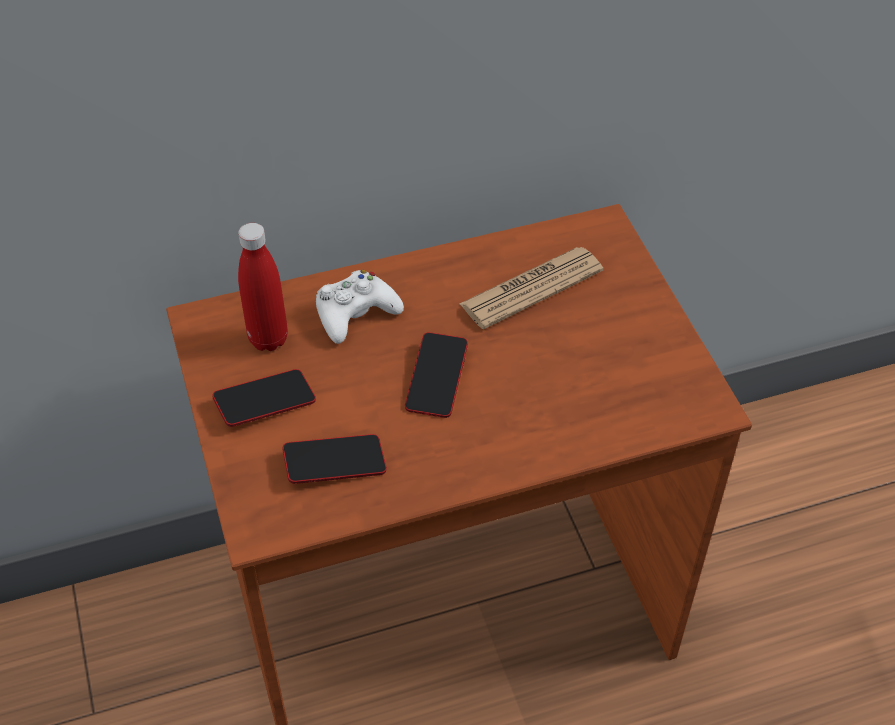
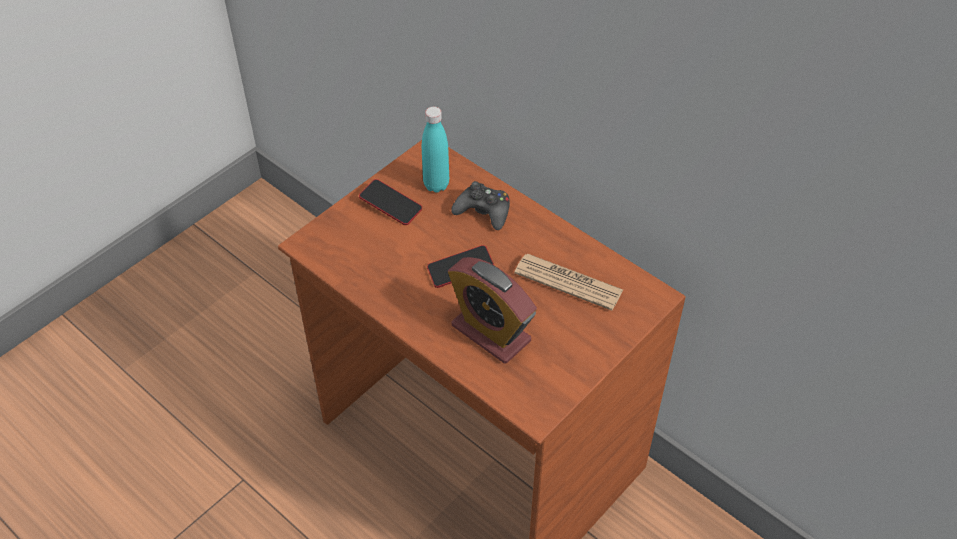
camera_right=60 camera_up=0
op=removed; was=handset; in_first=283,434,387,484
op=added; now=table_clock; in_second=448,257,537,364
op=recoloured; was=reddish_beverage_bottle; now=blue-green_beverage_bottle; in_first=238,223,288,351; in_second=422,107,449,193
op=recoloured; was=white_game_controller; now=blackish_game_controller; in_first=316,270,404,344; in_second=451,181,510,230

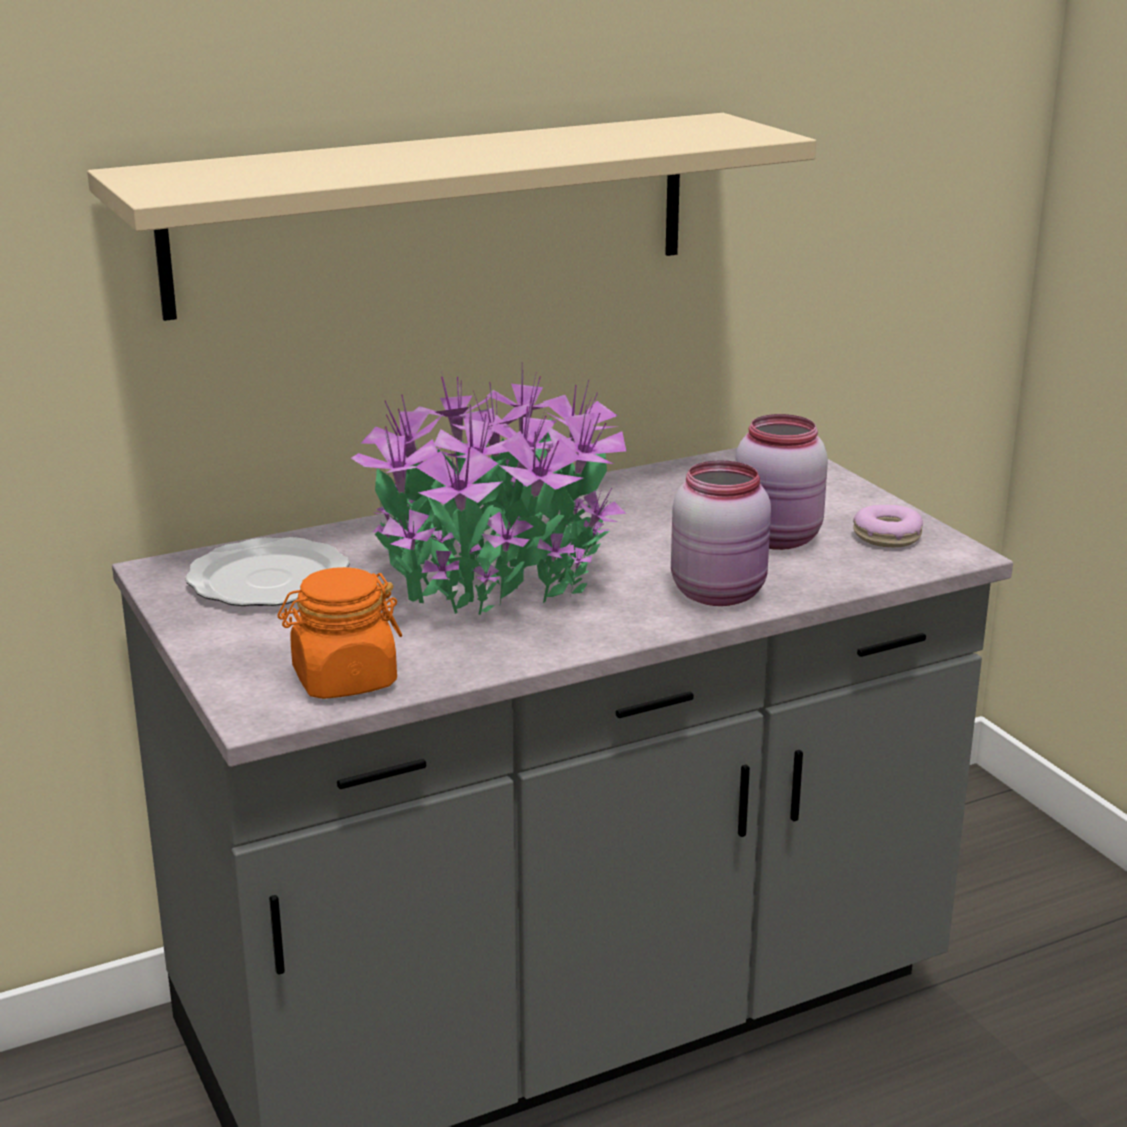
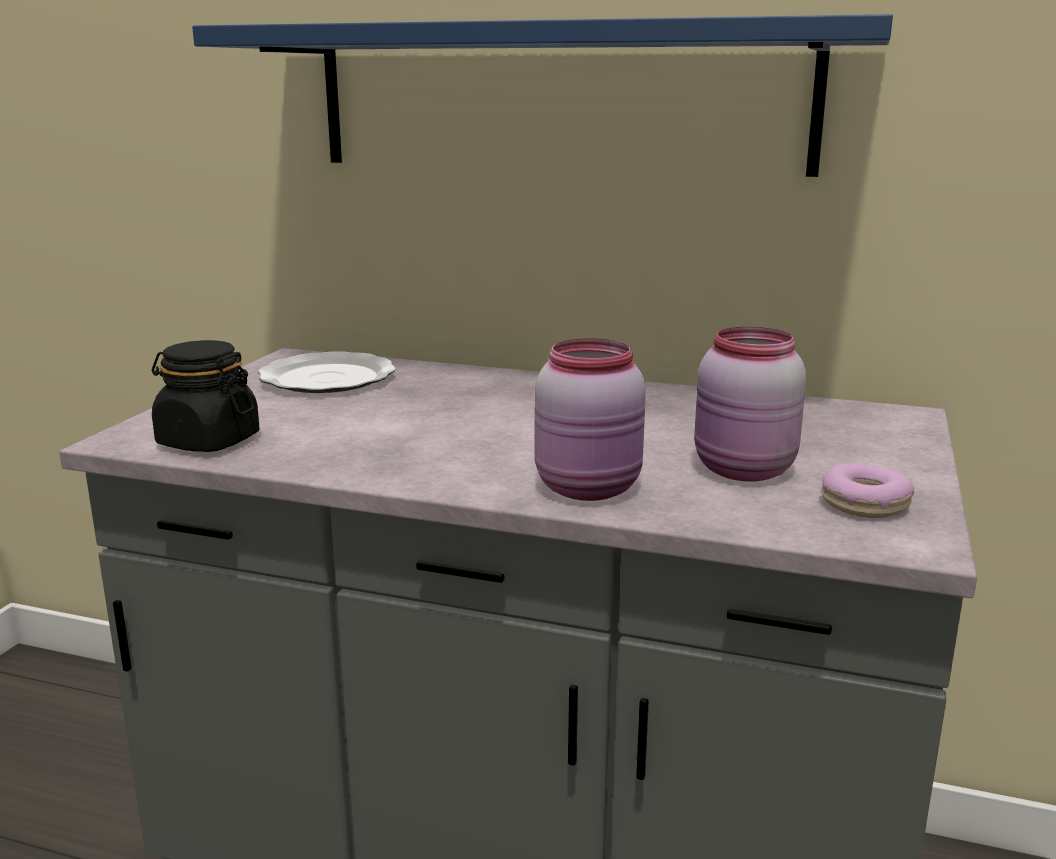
camera_right=45 camera_up=-5
op=removed; was=plant_in_a_pot; in_first=351,366,626,615
op=recoloured; was=sand-coloured_wall_shelf; now=bluish_wall_shelf; in_first=87,113,816,321; in_second=192,14,893,177
op=recoloured; was=orange-coloured_storage_jar; now=blackish_storage_jar; in_first=277,567,402,699; in_second=152,340,260,452

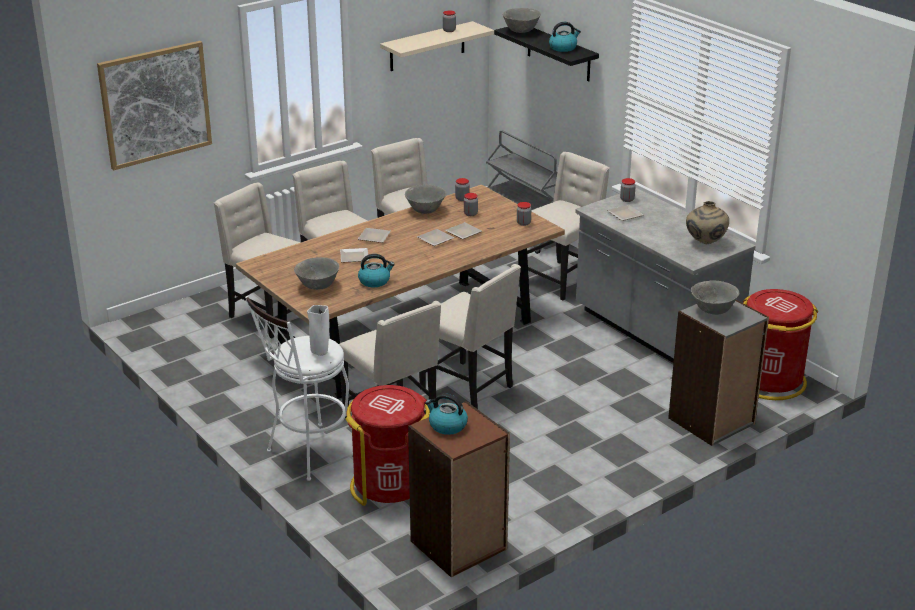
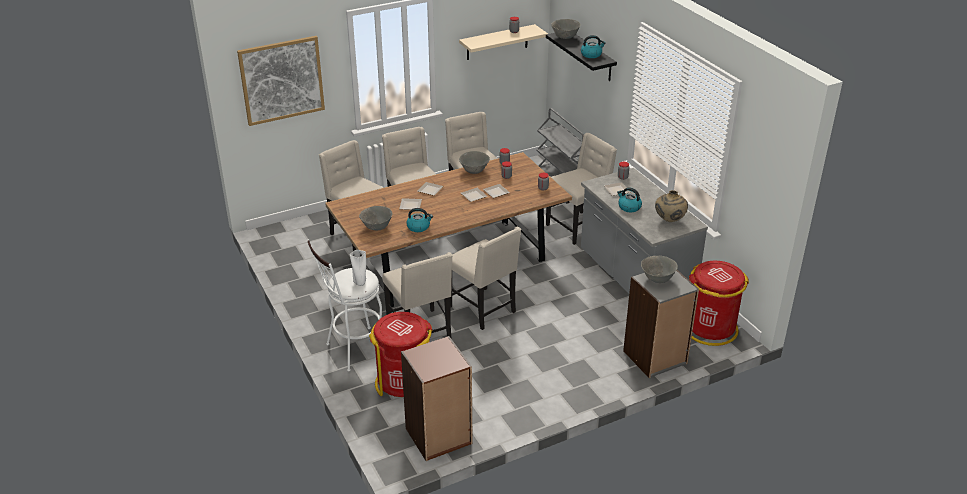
camera_right=10 camera_up=5
op=moved; was=tea_kettle; in_first=425,394,468,435; in_second=617,187,642,212

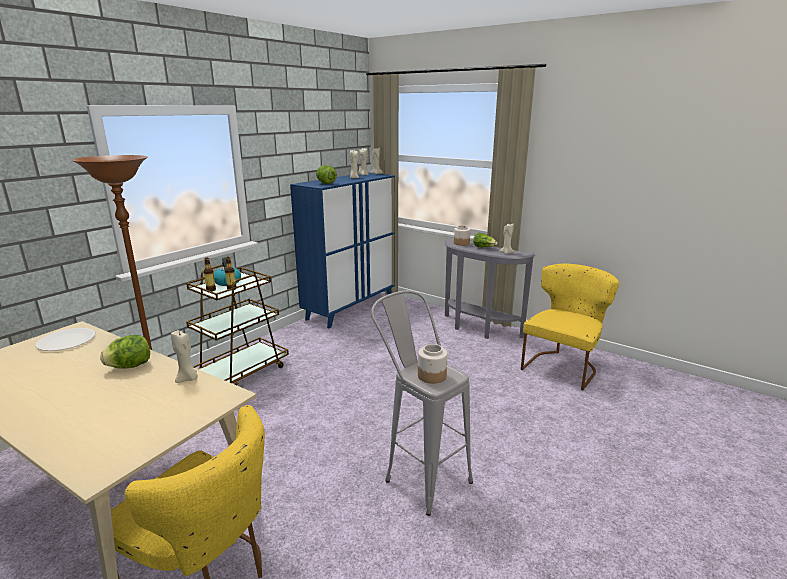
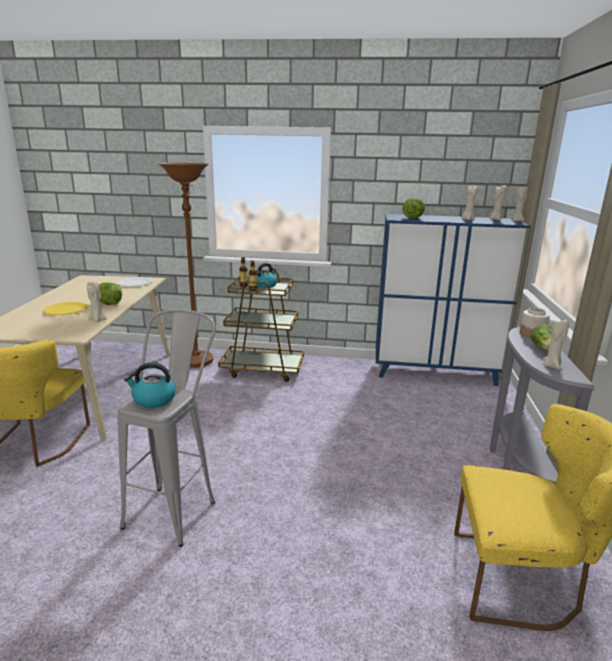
camera_right=60 camera_up=0
op=added; now=yellow_dinner_plate; in_second=43,302,88,315
op=replaced; was=storage_jar; now=tea_kettle; in_first=418,344,448,384; in_second=124,362,176,408

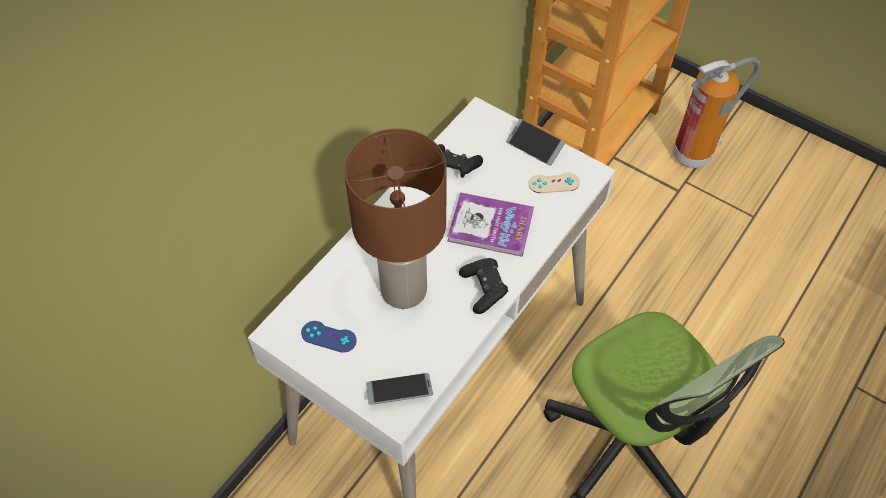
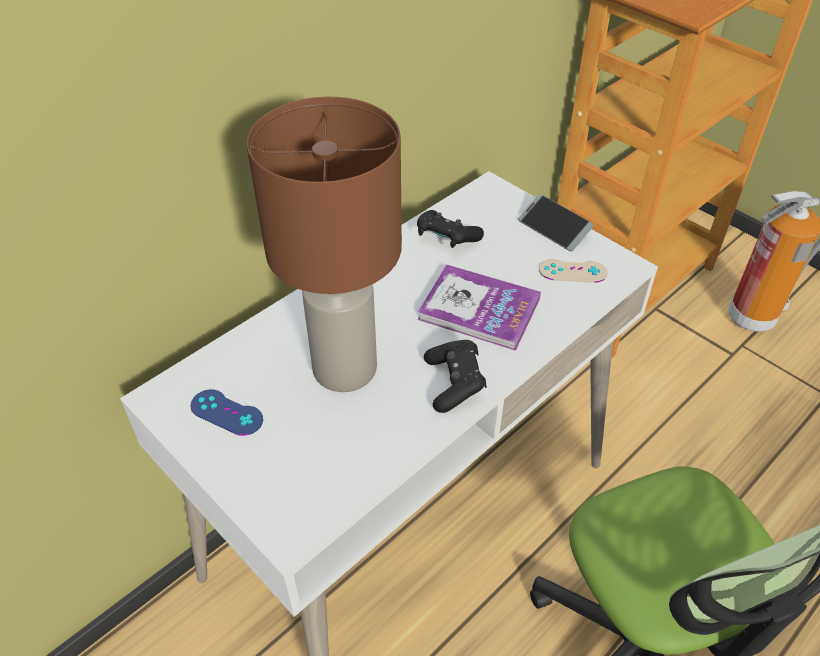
camera_right=10 camera_up=-10
op=removed; was=handset; in_first=366,373,433,405

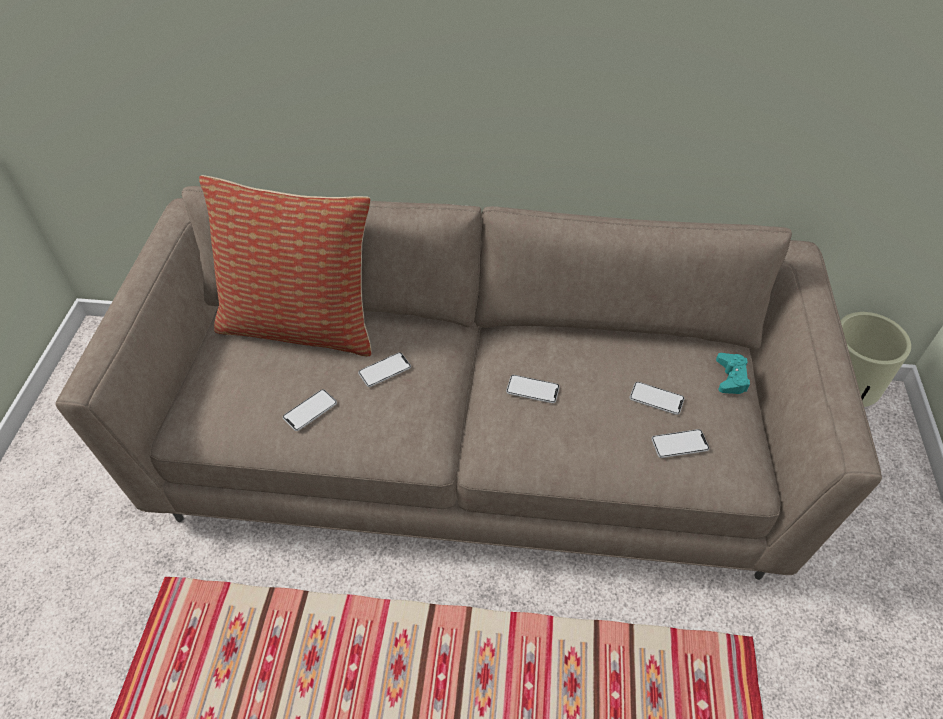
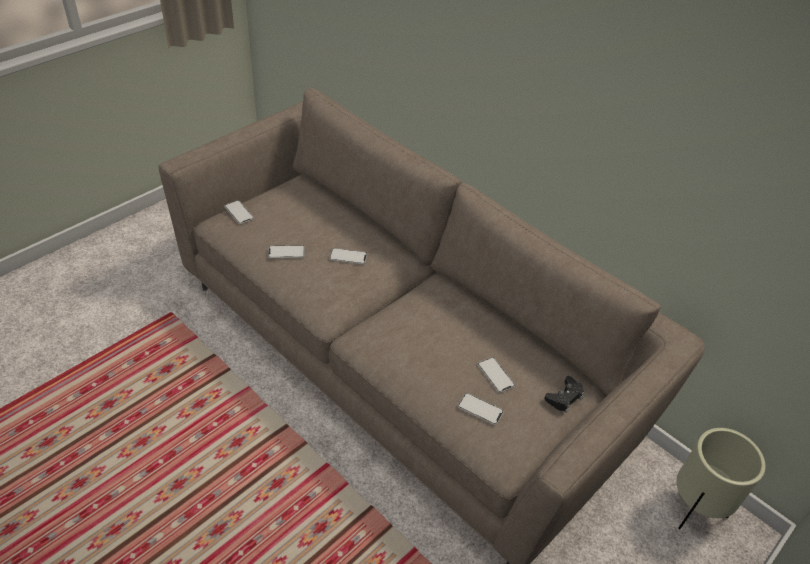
camera_right=35 camera_up=-5
op=removed; was=throw_pillow; in_first=199,175,372,356
op=moved; was=handset; in_first=506,375,560,403; in_second=224,200,254,224
op=recoloured; was=blue-green_game_controller; now=blackish_game_controller; in_first=716,353,750,394; in_second=544,376,585,413

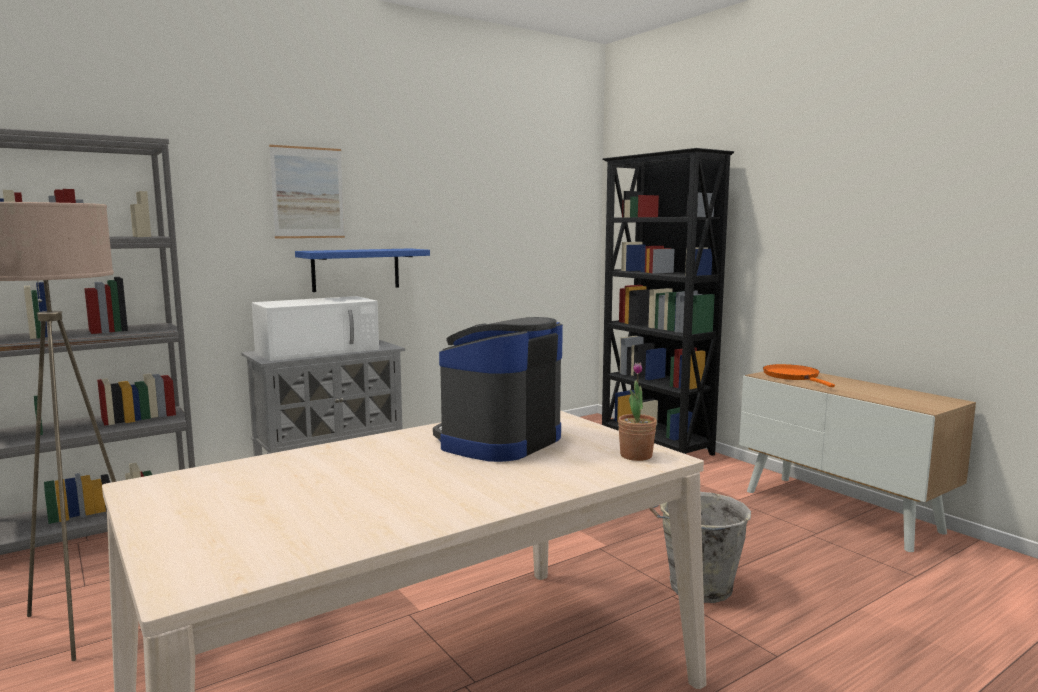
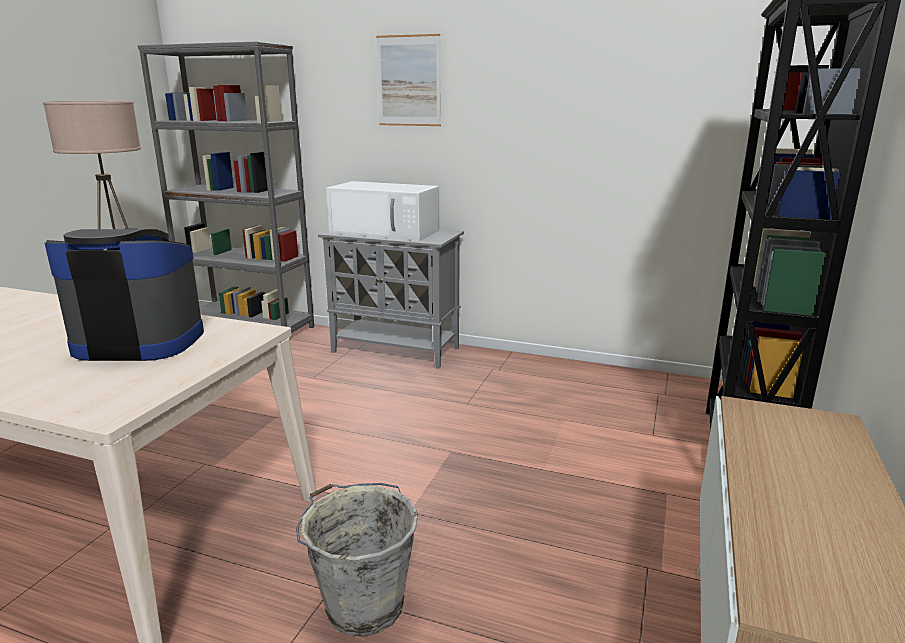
camera_right=55 camera_up=10
op=removed; was=bluish_wall_shelf; in_first=295,248,430,292
op=removed; was=plant_in_a_pot; in_first=618,362,657,461
op=removed; was=orange-coloured_pan; in_first=763,364,835,387

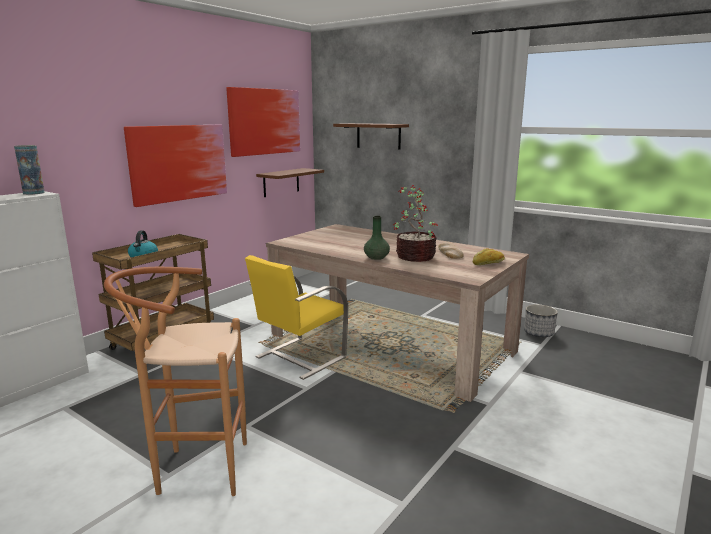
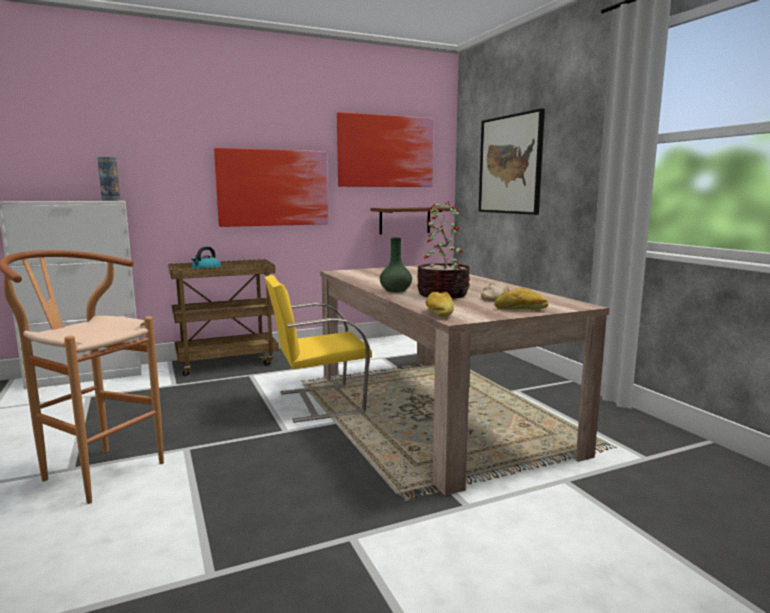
camera_right=30 camera_up=-5
op=removed; was=plant_pot; in_first=524,304,558,337
op=added; now=bread; in_second=426,292,454,318
op=replaced; was=brownish_wall_shelf; now=picture; in_first=333,123,409,150; in_second=479,109,545,215

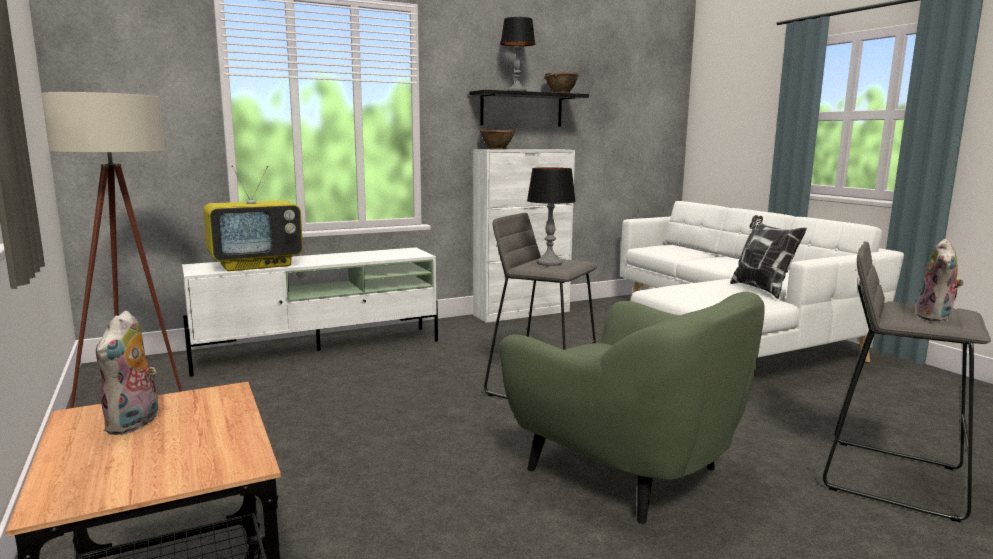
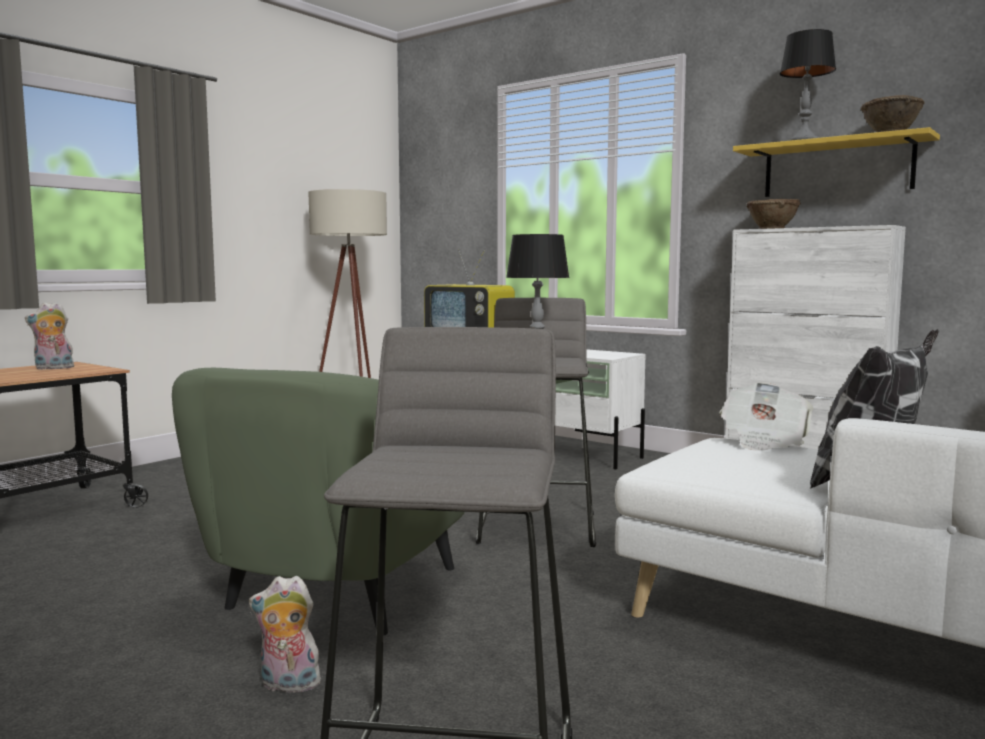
camera_right=65 camera_up=-5
op=added; now=printed_paper; in_second=720,382,813,451
op=moved; was=plush_toy; in_first=915,239,964,322; in_second=249,576,321,696
op=recoloured; was=blackish_wall_shelf; now=yellow_wall_shelf; in_first=470,90,589,127; in_second=733,127,940,197

